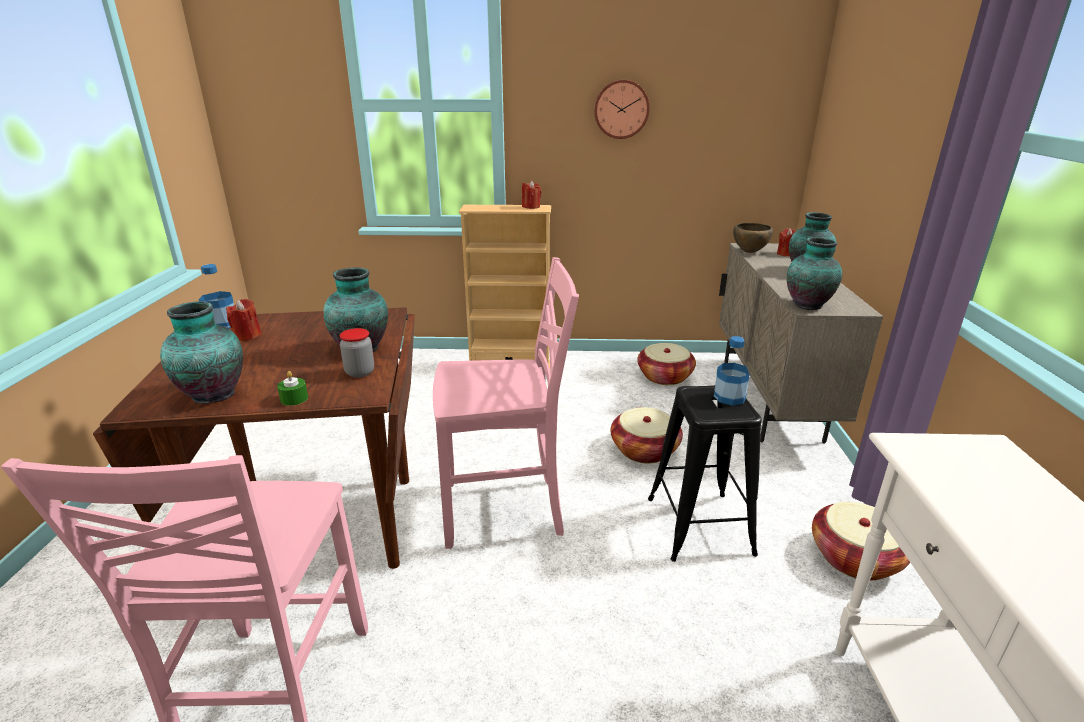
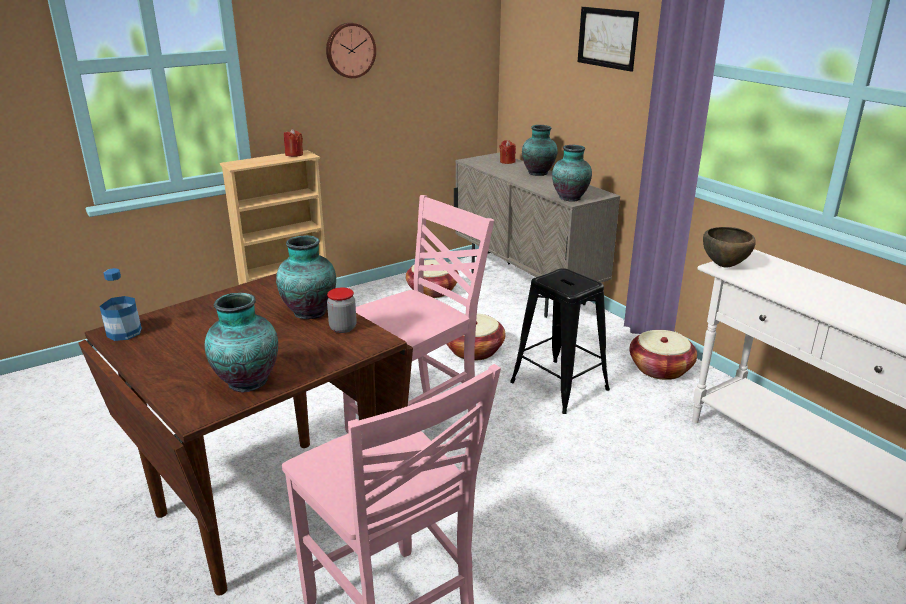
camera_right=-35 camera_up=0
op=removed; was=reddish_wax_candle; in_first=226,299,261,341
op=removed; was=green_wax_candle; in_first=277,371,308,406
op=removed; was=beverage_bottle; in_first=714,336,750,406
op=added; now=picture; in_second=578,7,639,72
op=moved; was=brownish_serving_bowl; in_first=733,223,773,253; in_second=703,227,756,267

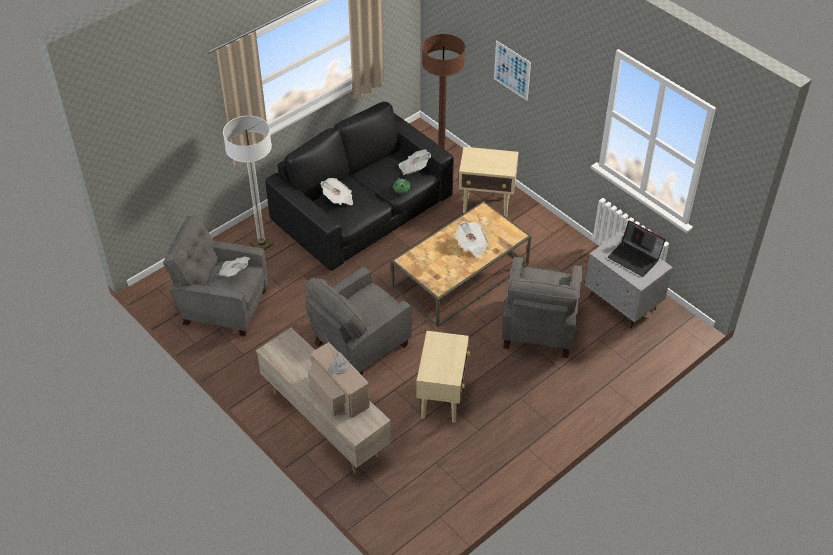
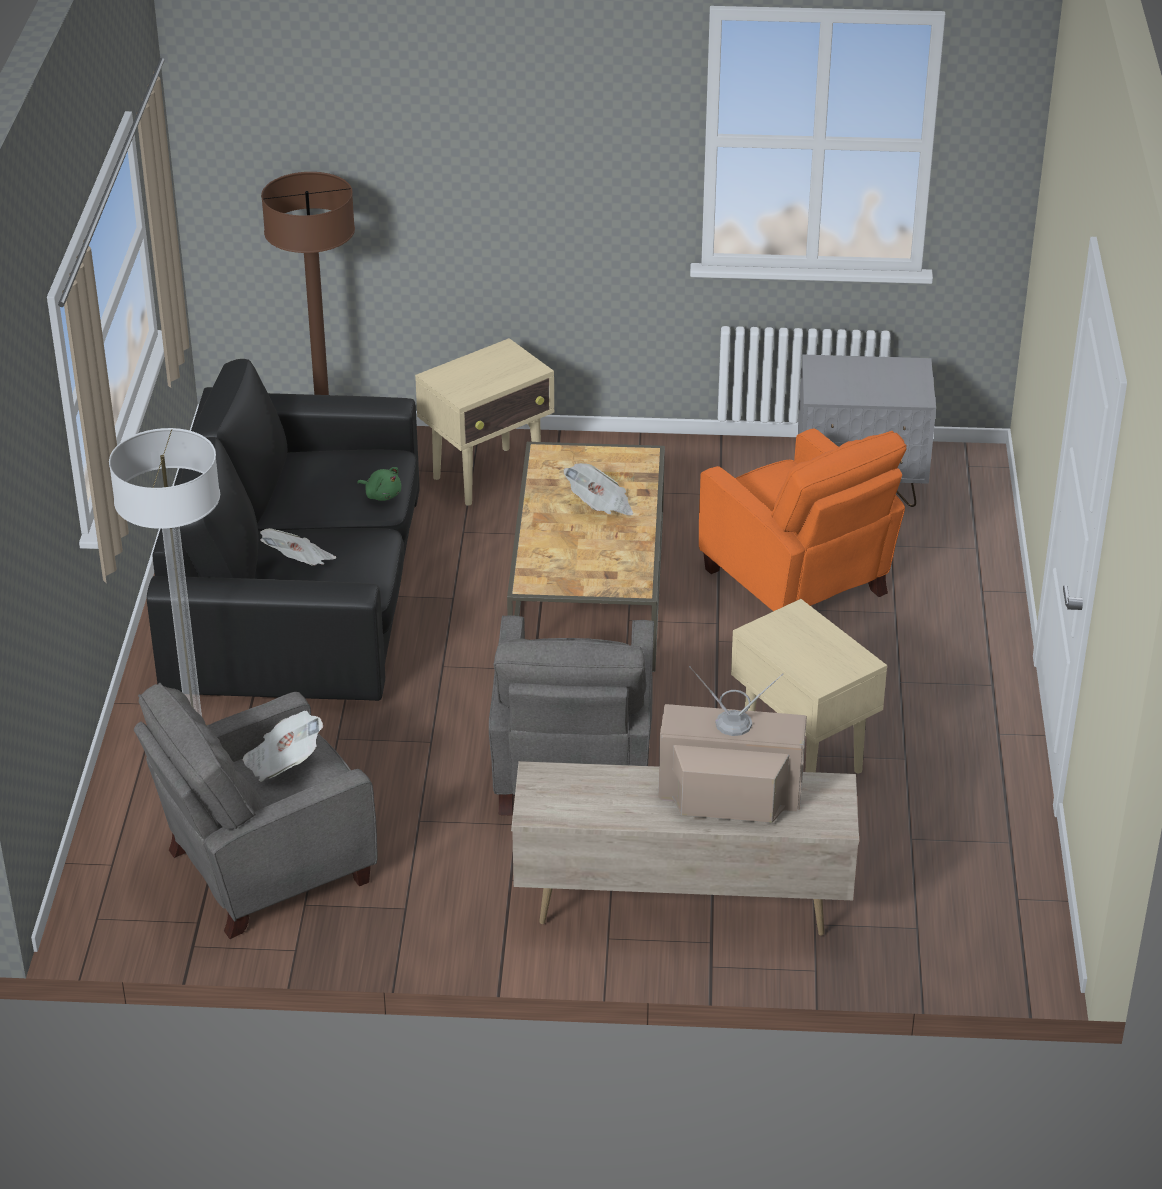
camera_right=-45 camera_up=-10
op=removed; was=printed_paper; in_first=399,149,431,175
op=removed; was=picture; in_first=494,40,531,101
op=removed; was=portable_computer; in_first=608,221,665,277
op=recoloured; was=gray_lounge_chair; now=orange-coloured_lounge_chair; in_first=502,257,584,358; in_second=699,428,907,611

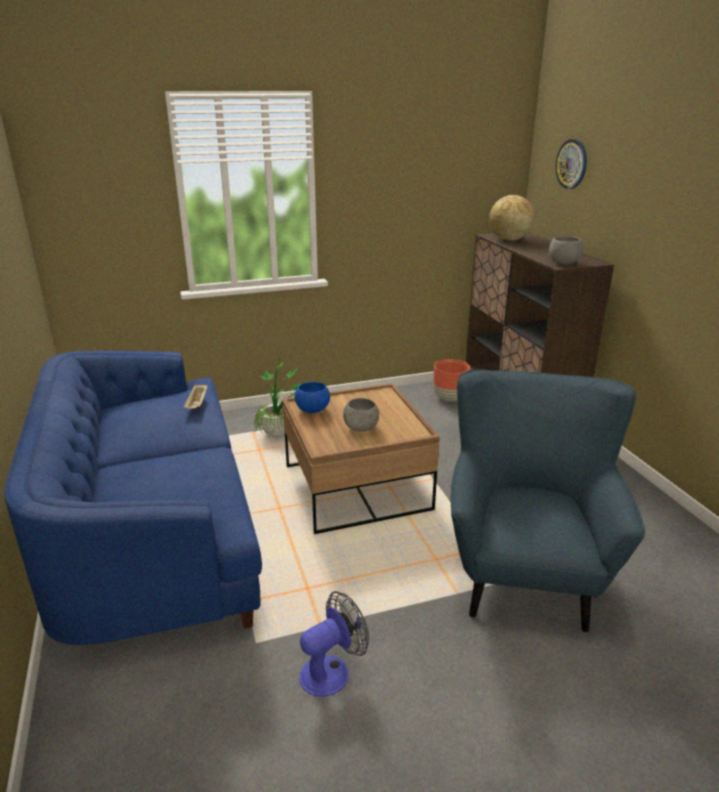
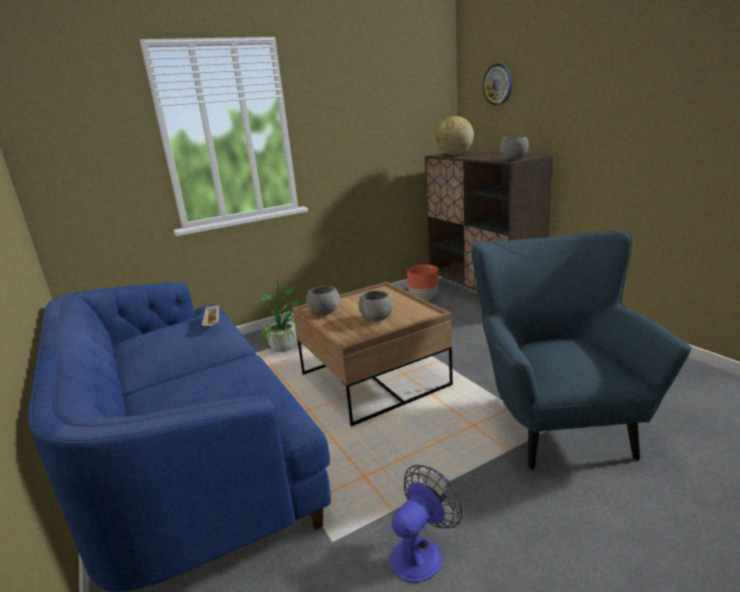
camera_right=-10 camera_up=-5
op=recoloured; was=bluish_serving_bowl; now=gray_serving_bowl; in_first=295,382,330,413; in_second=306,286,340,315

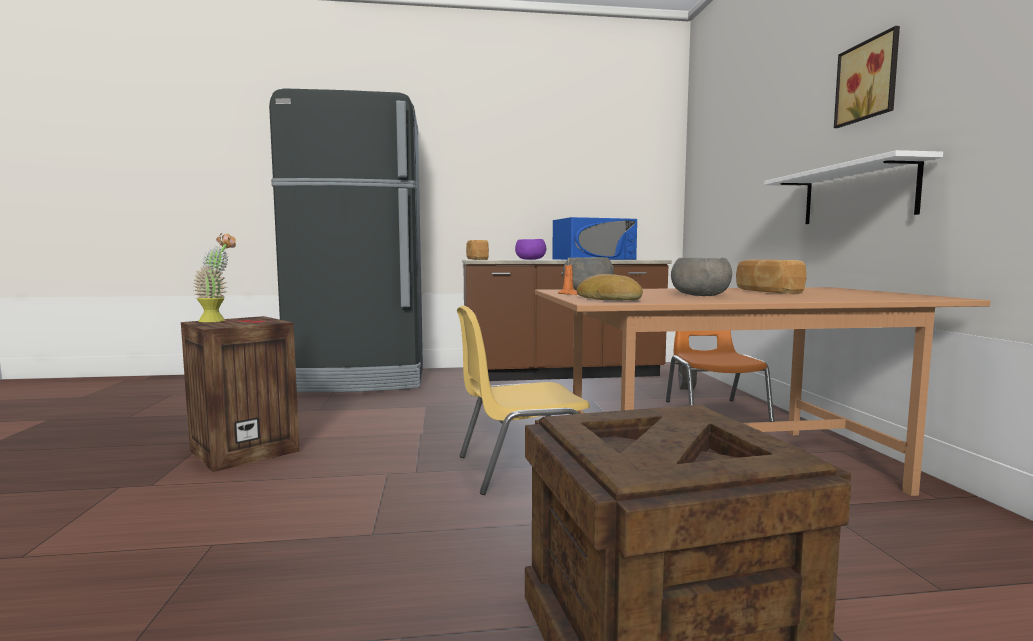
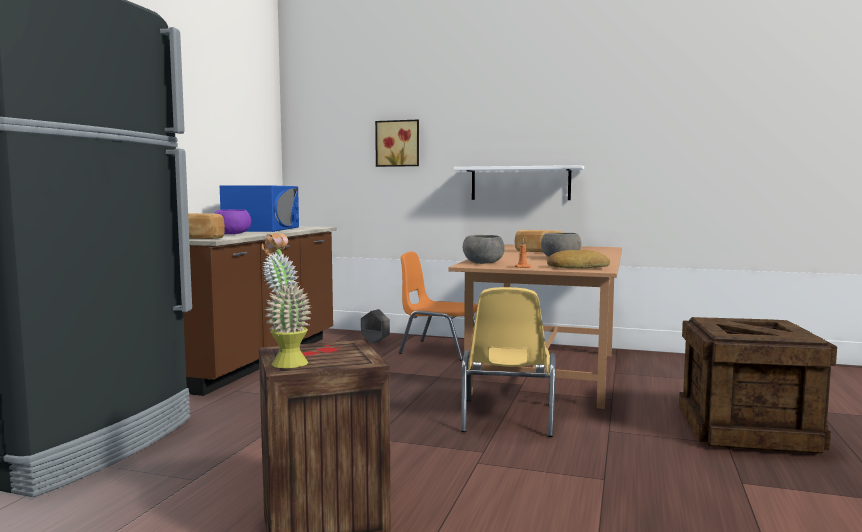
camera_right=-65 camera_up=0
op=moved; was=picture; in_first=834,26,900,128; in_second=375,120,419,167

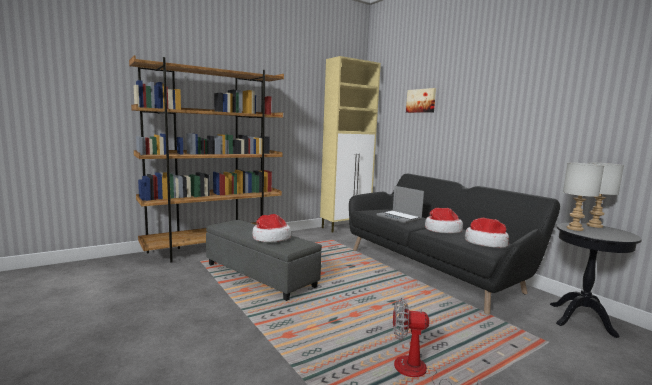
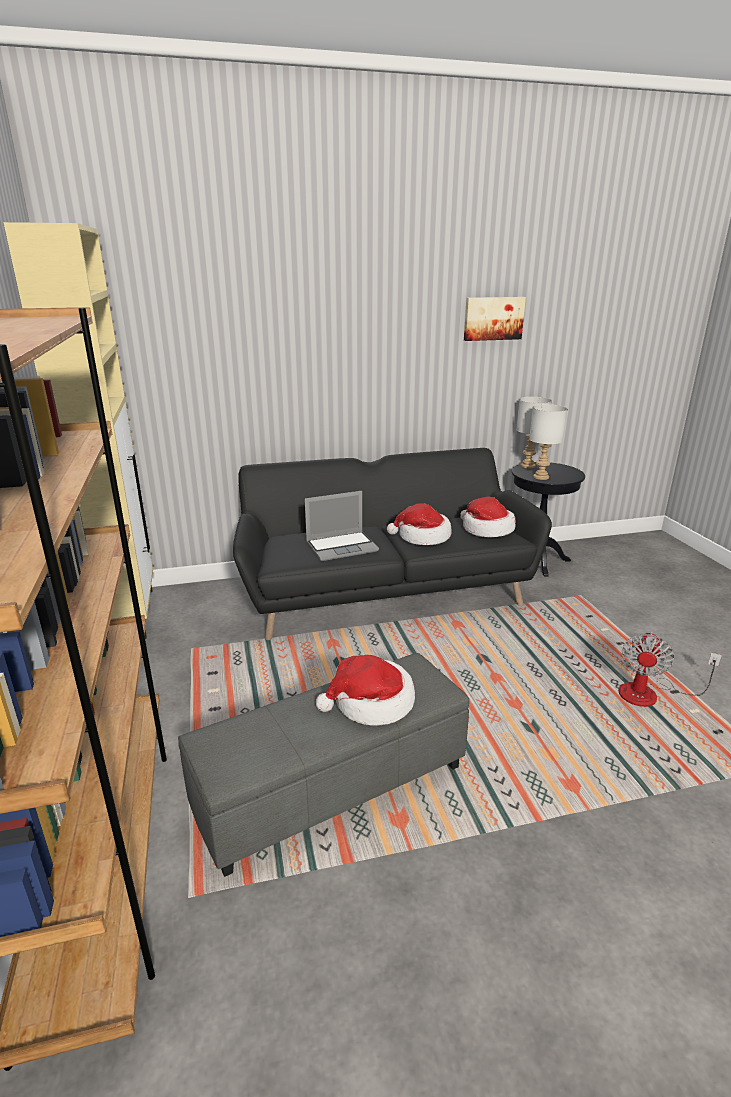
camera_right=-70 camera_up=15
op=moved; was=picture; in_first=406,88,436,113; in_second=464,297,526,341

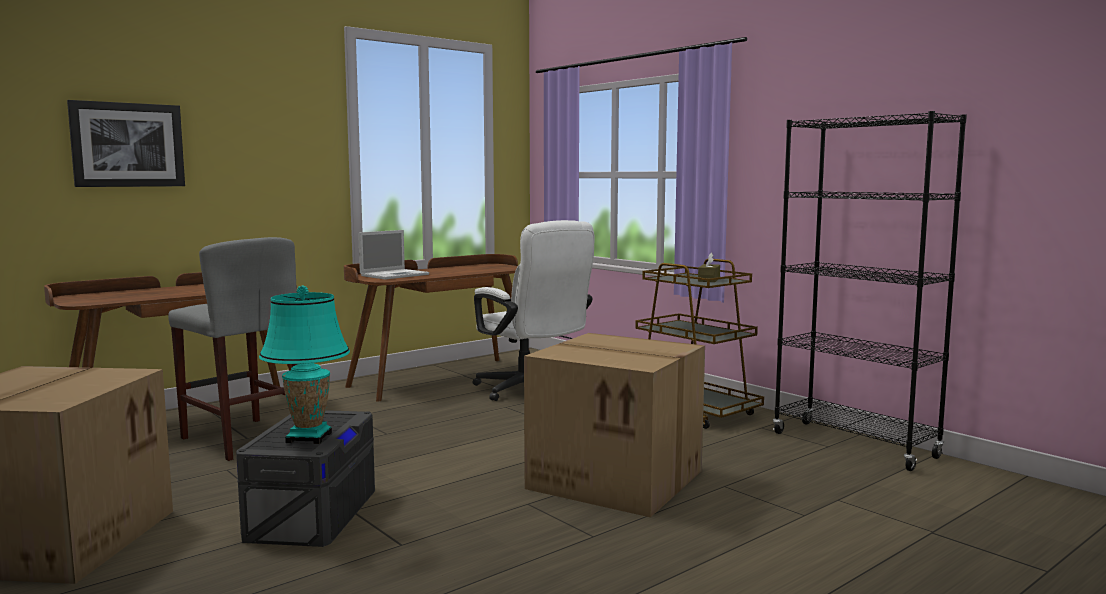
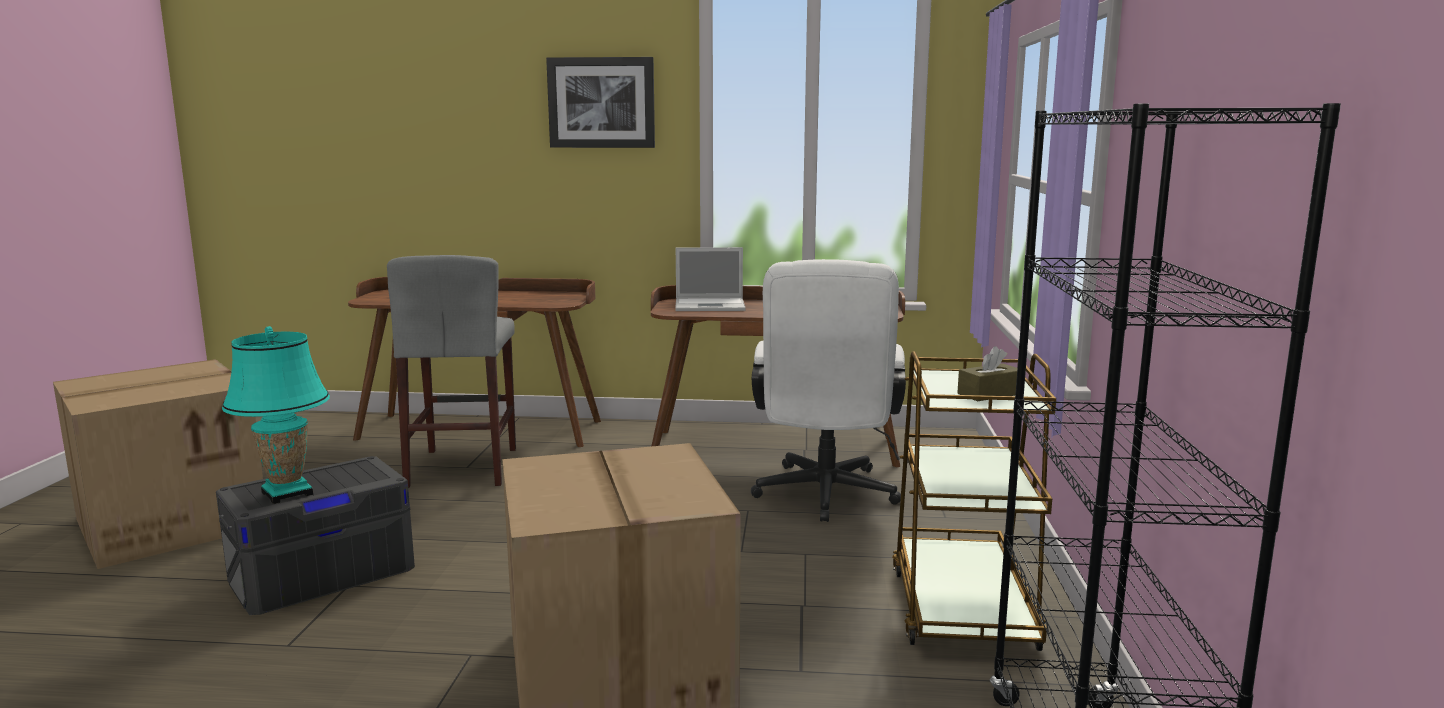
camera_right=45 camera_up=5
op=moved; was=picture; in_first=67,100,185,187; in_second=546,57,655,148

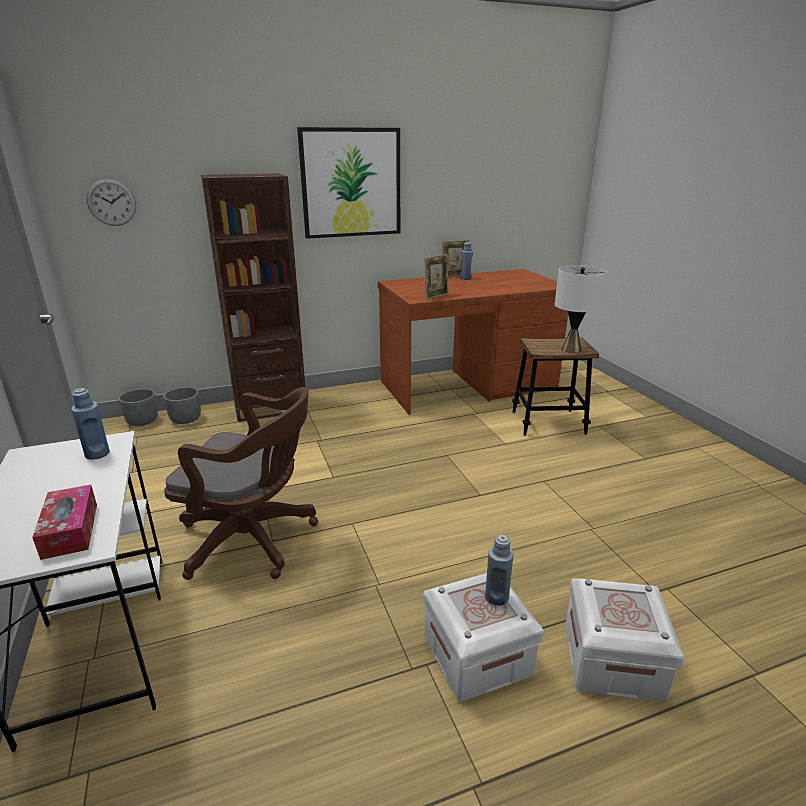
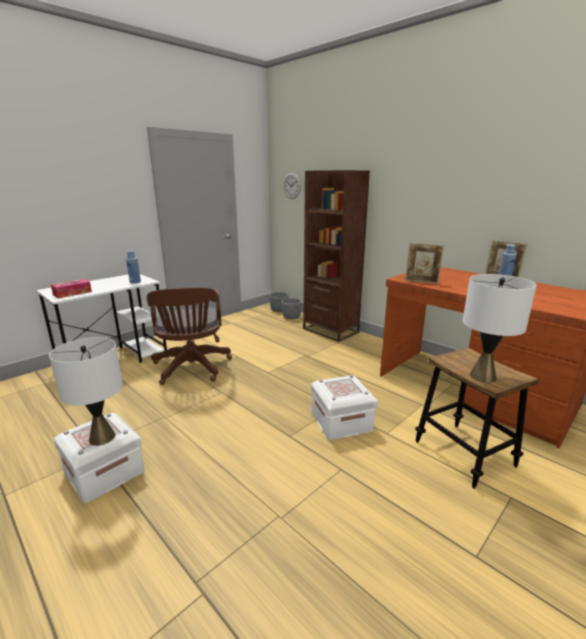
camera_right=65 camera_up=-5
op=removed; was=picture; in_first=297,127,400,239
op=moved; was=white_storage_bin; in_first=566,579,684,702; in_second=311,375,378,440
op=replaced; was=bluish_beverage_bottle; now=white_lamp_for_a_table; in_first=485,535,514,606; in_second=49,337,123,446

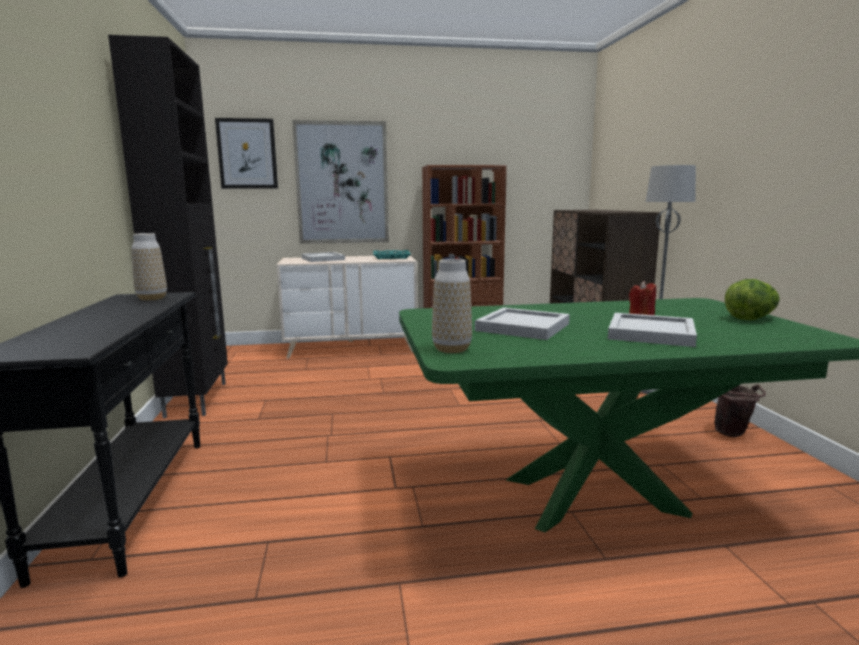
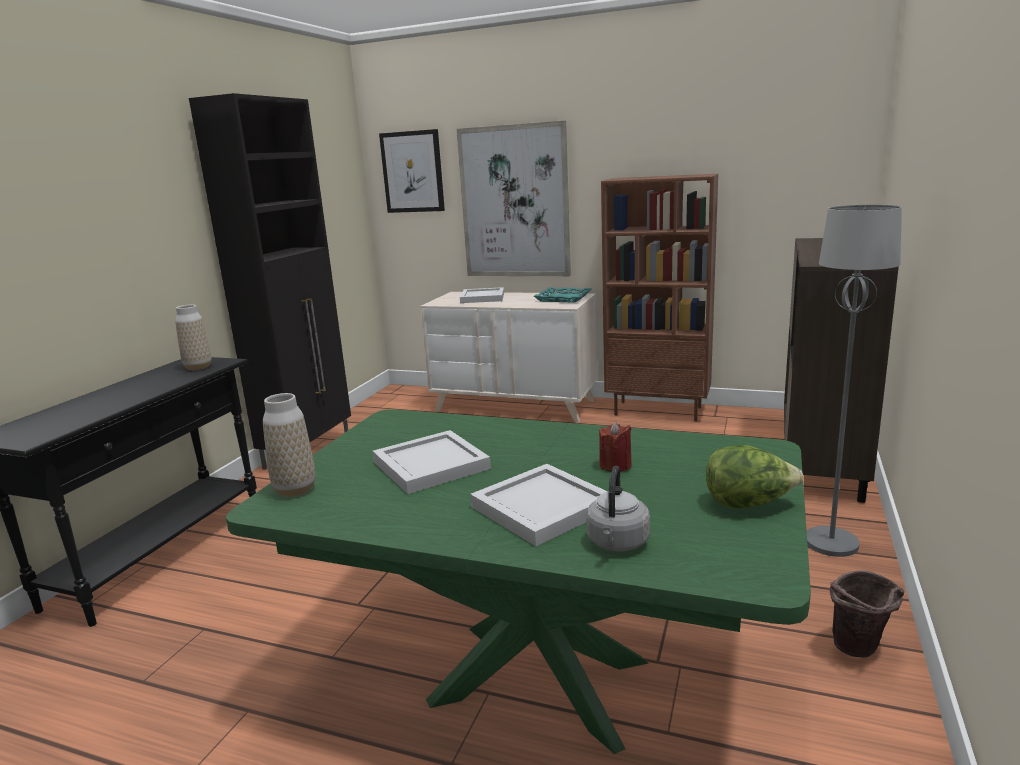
camera_right=30 camera_up=5
op=added; now=gray_tea_kettle; in_second=586,466,650,551

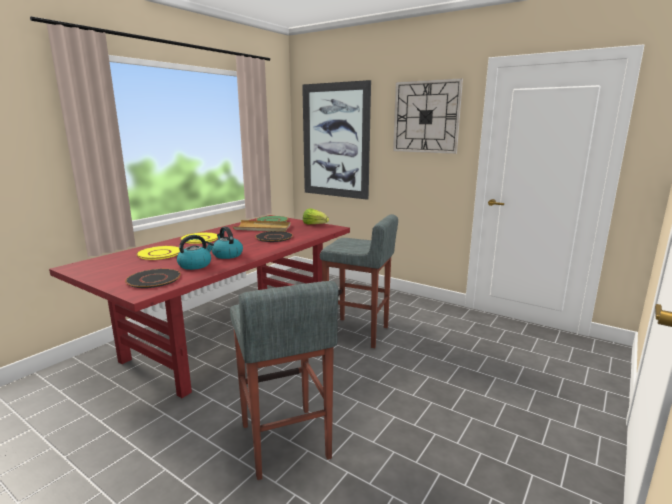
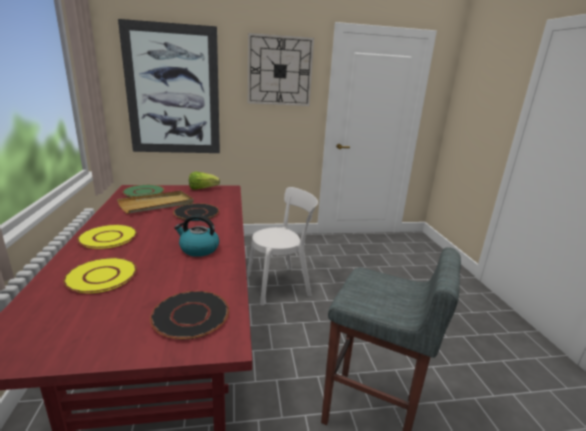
camera_right=-45 camera_up=5
op=removed; was=tea_kettle; in_first=177,235,214,270
op=replaced; was=gray_stool; now=white_plain_chair; in_first=320,214,398,348; in_second=246,187,318,305

